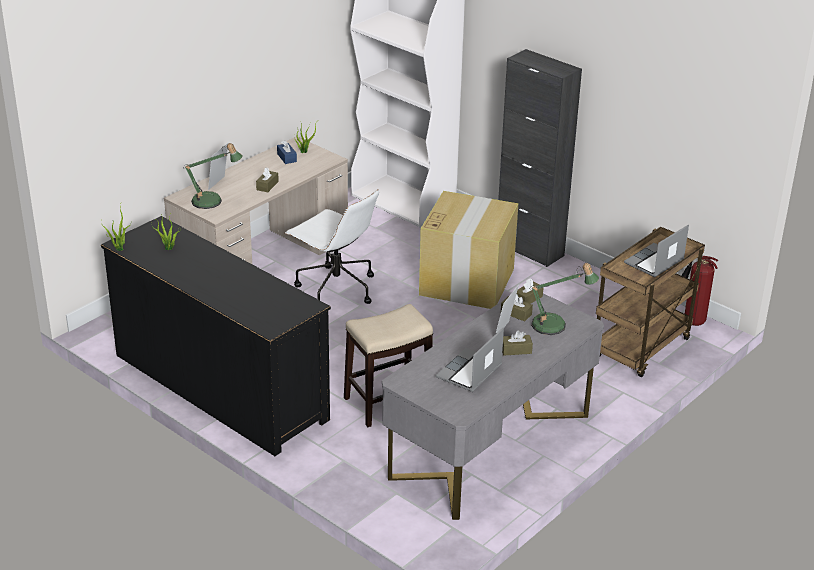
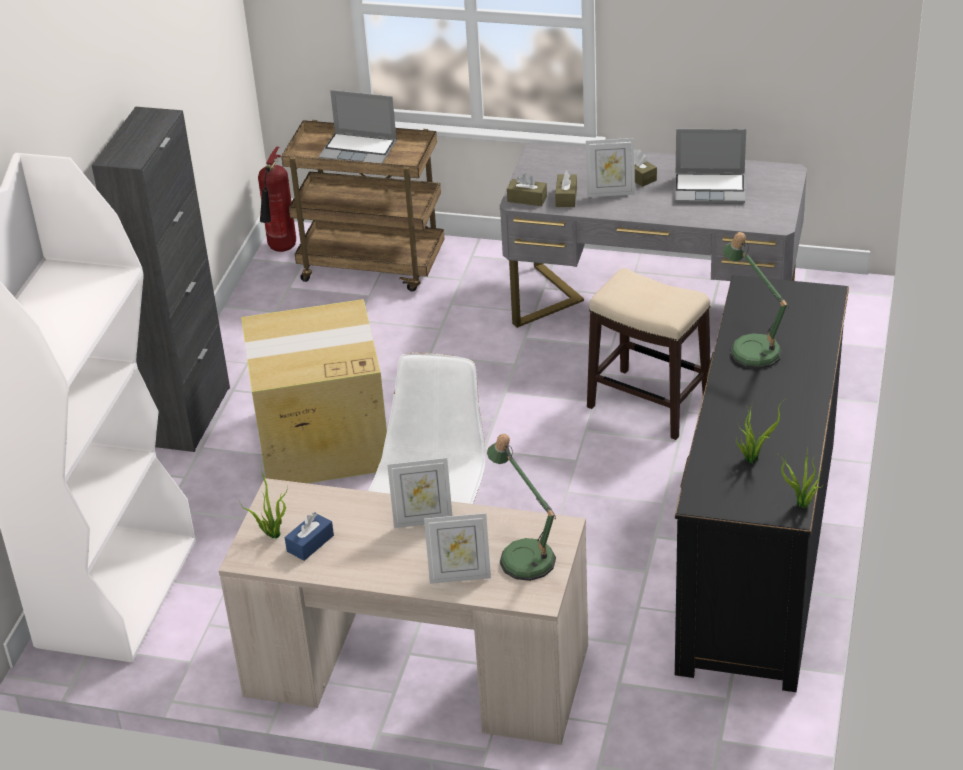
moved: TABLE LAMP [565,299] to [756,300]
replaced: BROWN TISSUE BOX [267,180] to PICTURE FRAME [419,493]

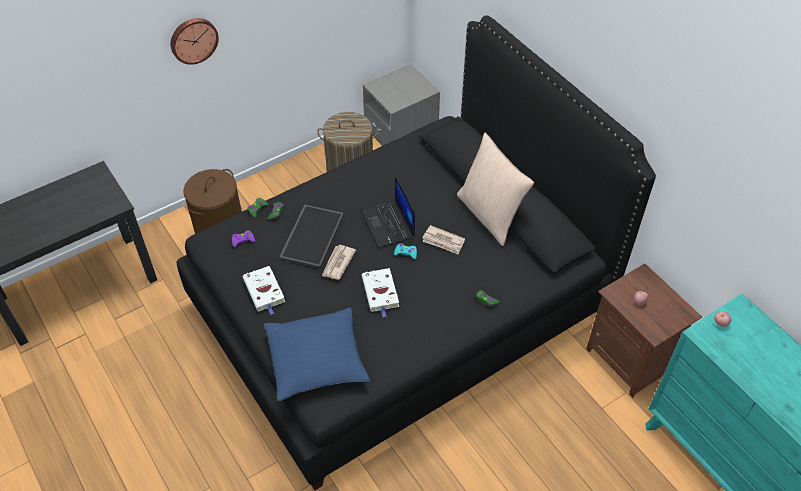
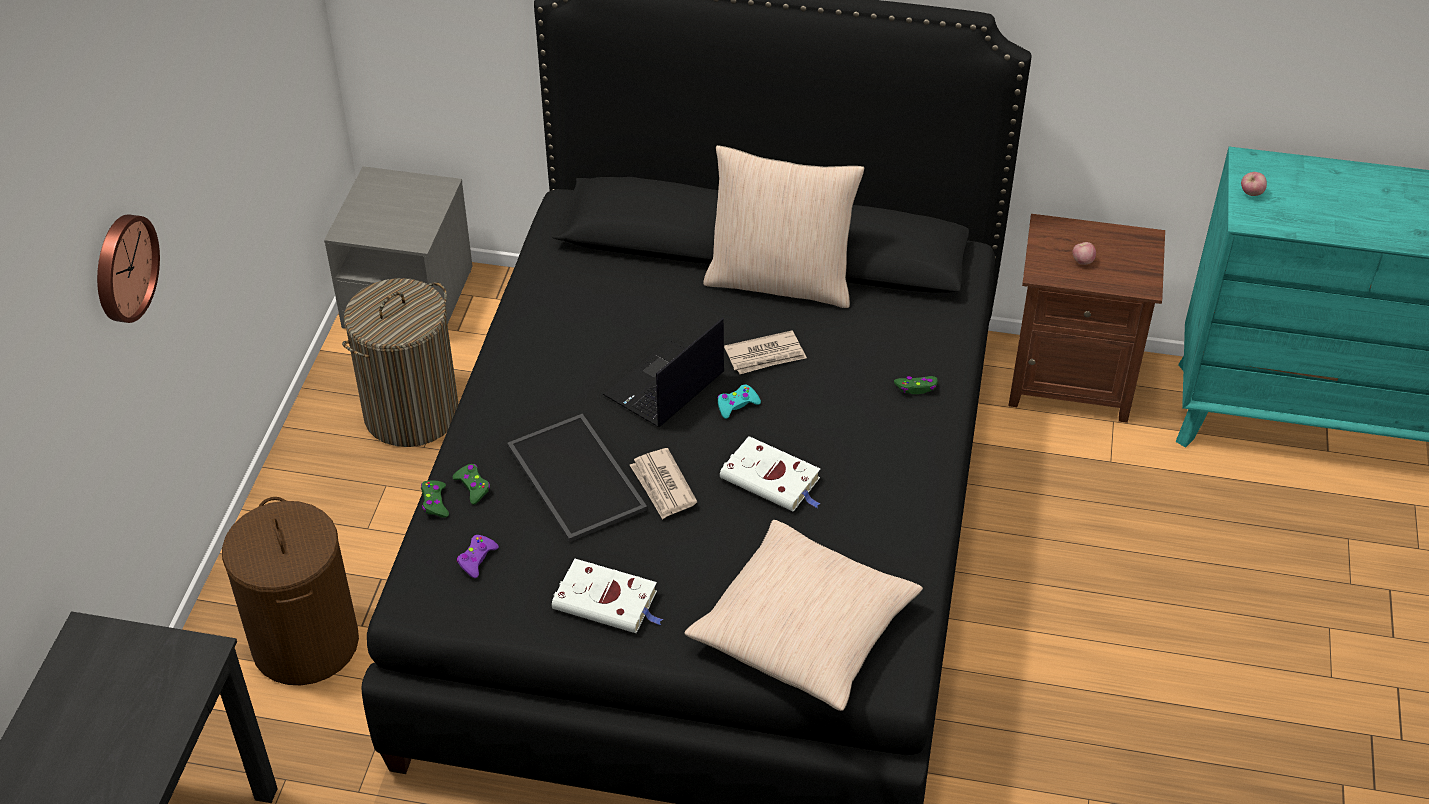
recoloured: BLUE PILLOW [317,354] to BEIGE PILLOW [803,615]
turned: LAPTOP [388,212] = [663,372] 105 degrees clockwise

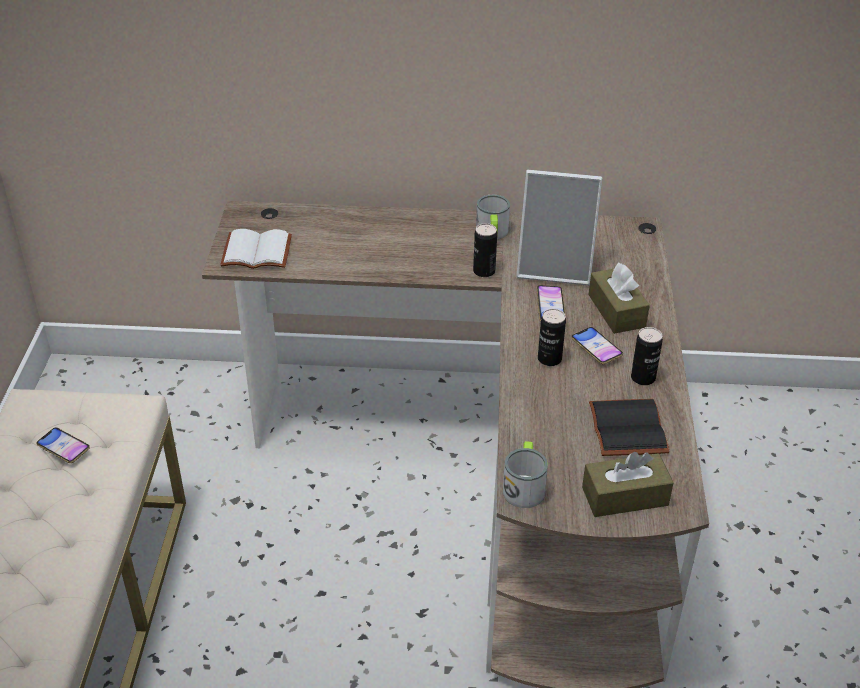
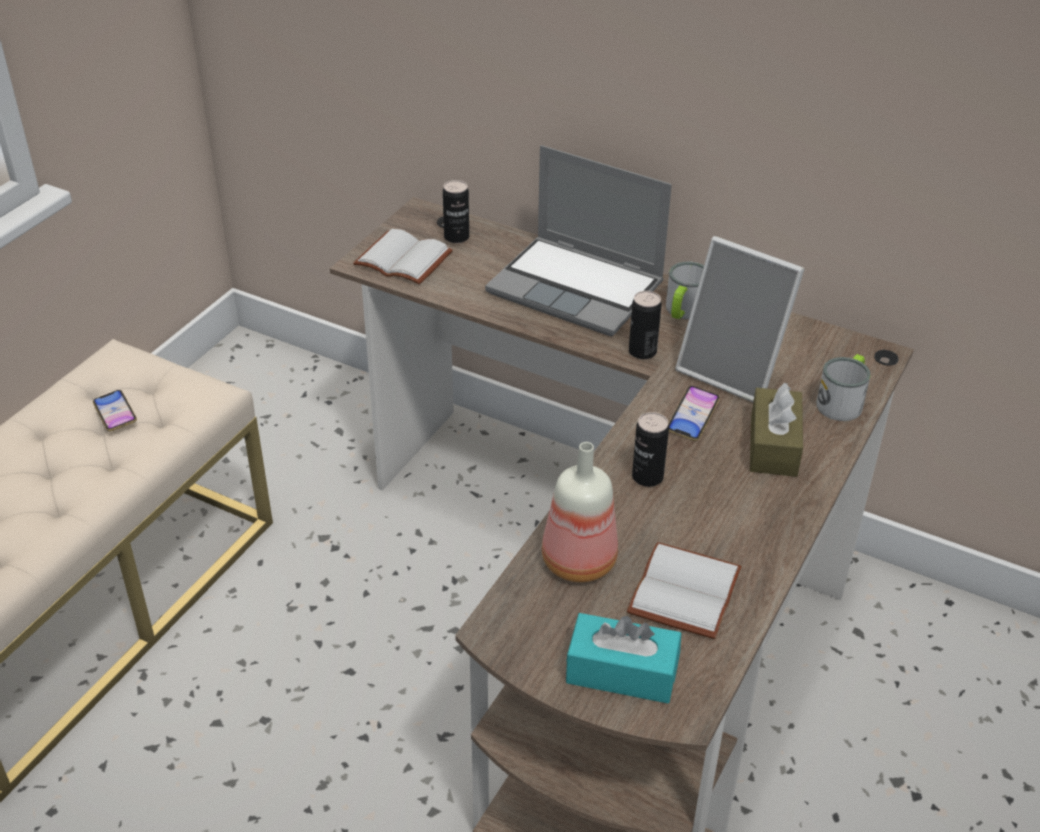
removed: PHONE [597,345]
added: LAPTOP [578,240]; BOTTLE [580,512]
moved: CAN [647,356] to [456,211]; MUG [525,474] to [843,387]
recoloured: BLACK BOOK [629,427] to WHITE BOOK [684,590]; BROWN TISSUE BOX [628,484] to TURQUOISE TISSUE BOX [623,658]

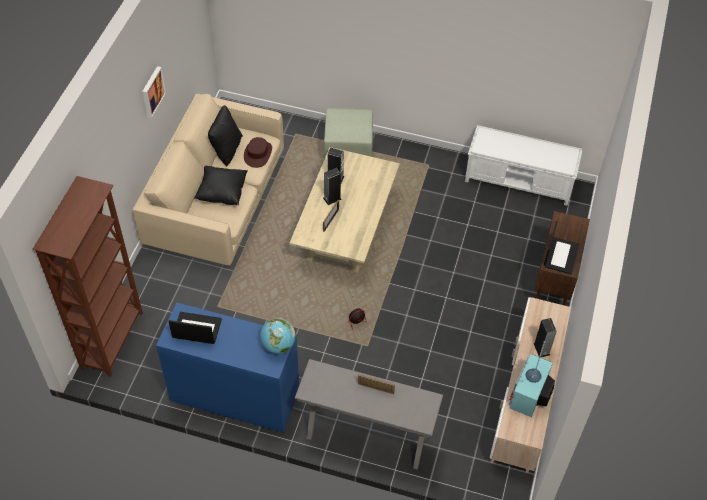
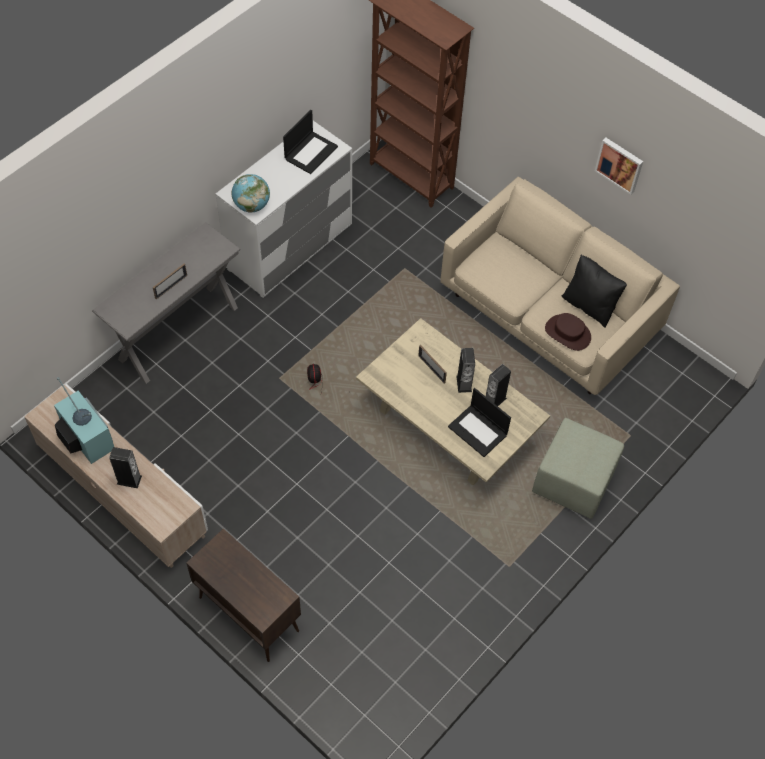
removed: WHITE BENCH [523,165]; BLACK PILLOW [221,185]
moved: LAPTOP [561,247] to [479,422]
recoloured: BLUE DRESSER [227,368] to WHITE DRESSER [284,209]

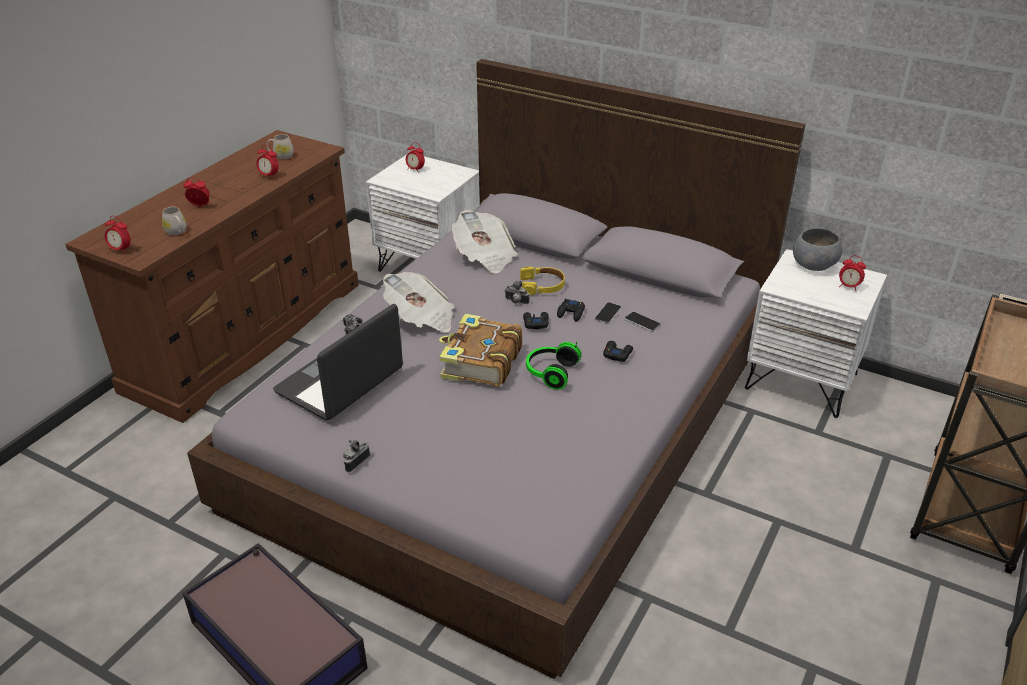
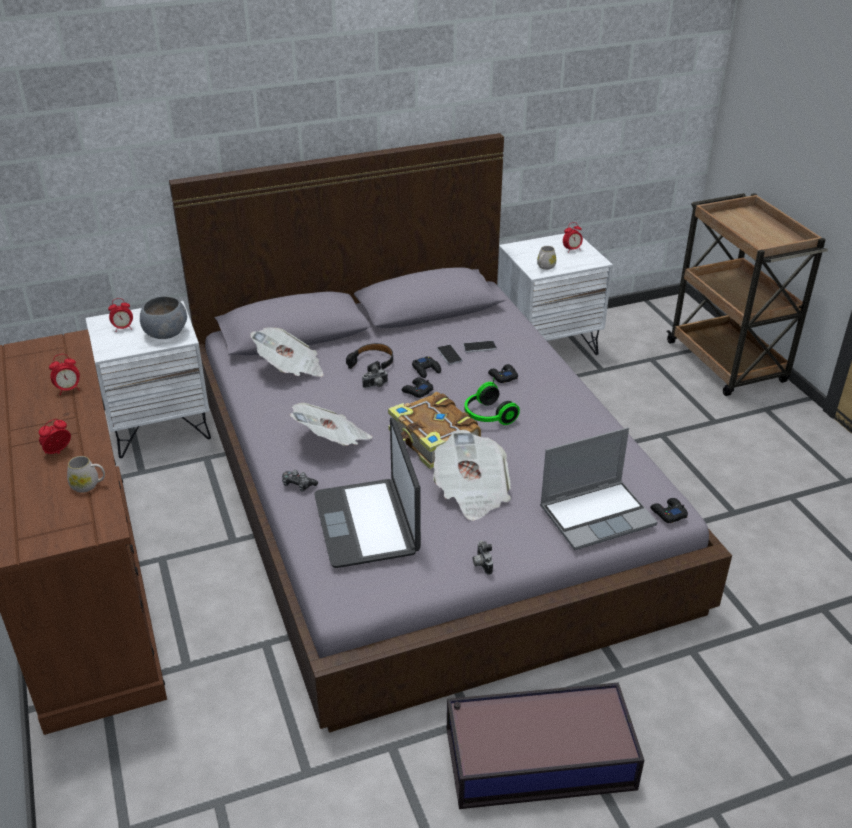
removed: ALARM CLOCK [118,235]
added: LAPTOP [598,488]; NEWSPAPER [472,475]; BLACK GAME CONTROLLER [669,510]
moved: WHITE MUG [280,146] to [546,258]; GREY BOWL [818,249] to [163,317]
recoloured: YELLOW HEADPHONES [542,281] to BLACK HEADPHONES [369,357]

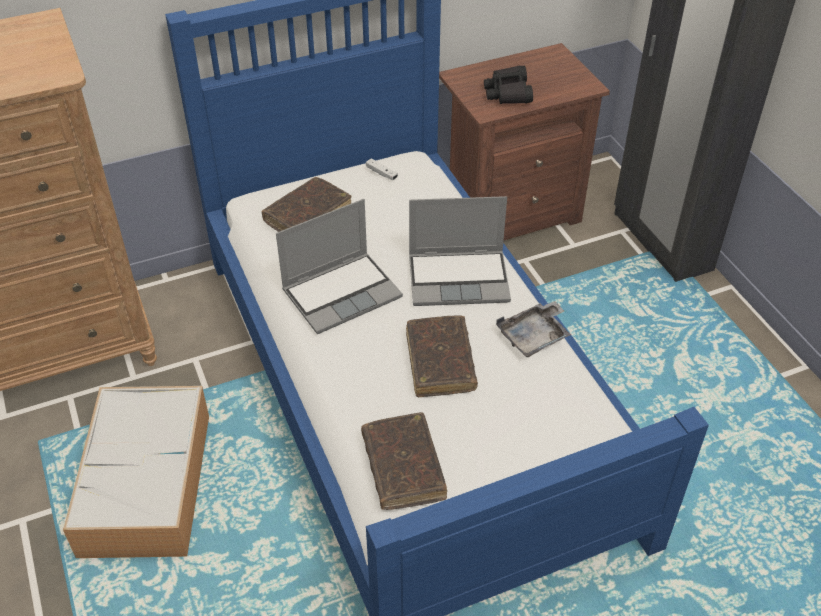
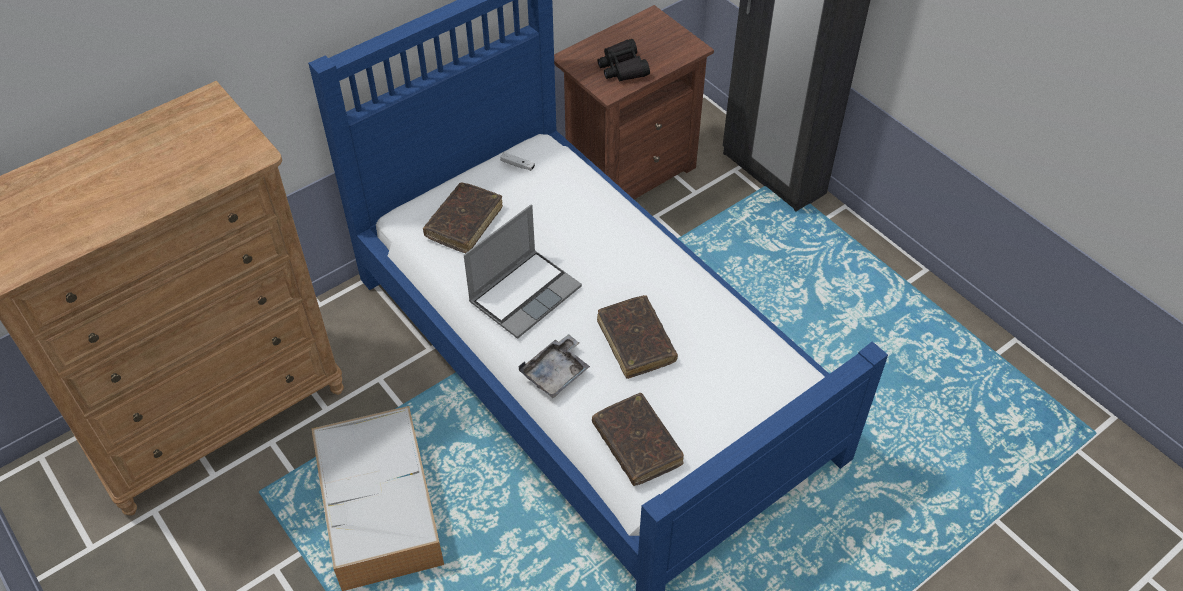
removed: LAPTOP [460,251]
moved: GREY TRAY [533,329] to [554,366]

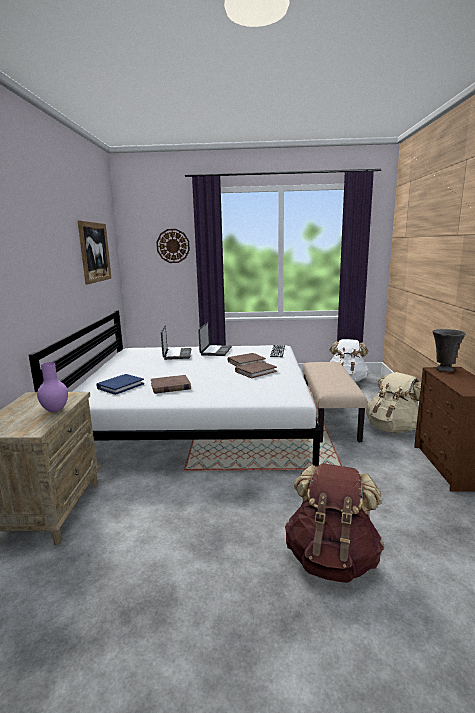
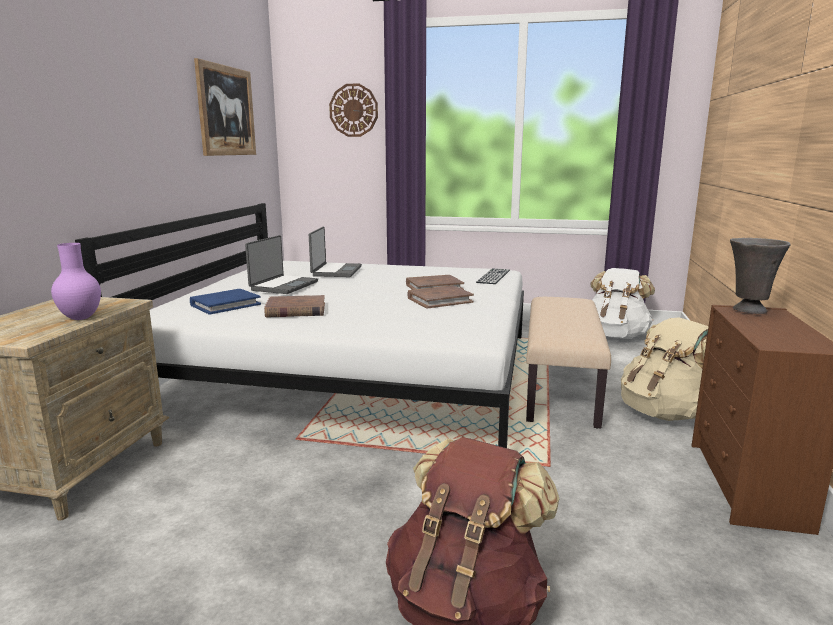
moved: LAPTOP [215,339] to [281,264]

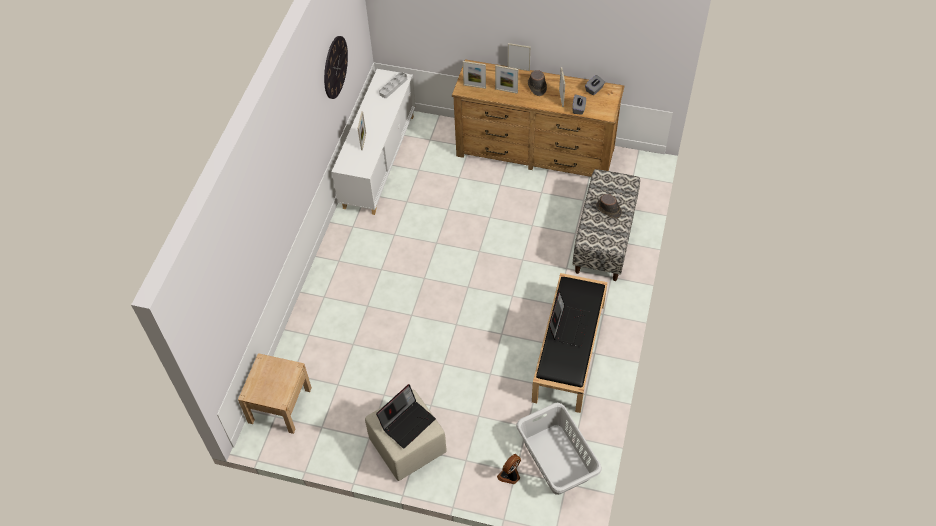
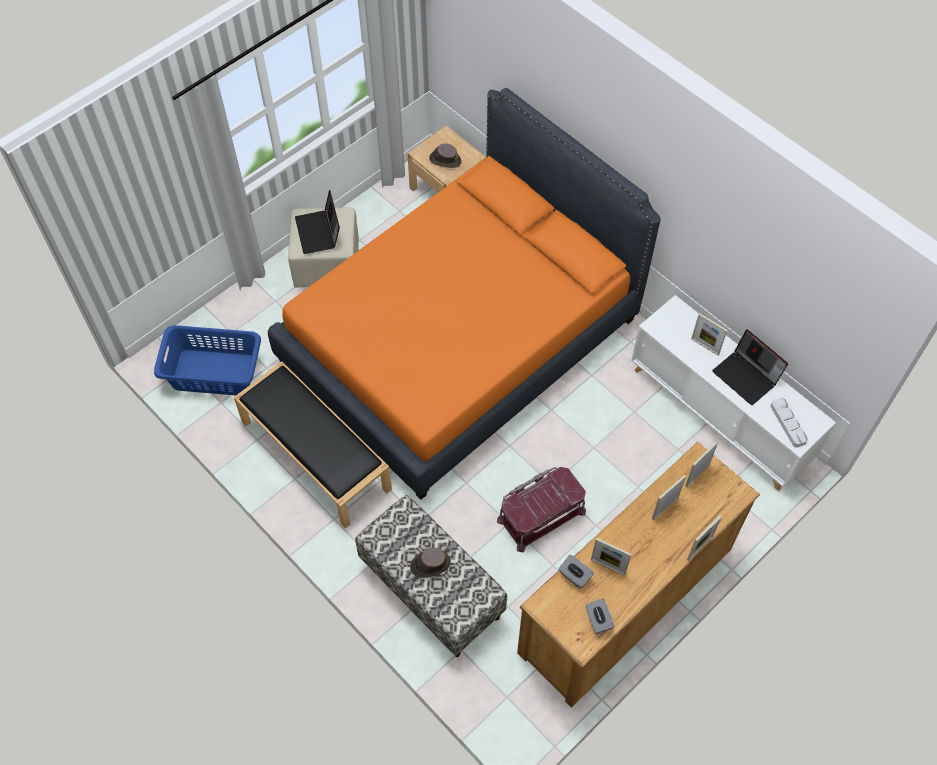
removed: WALL CLOCK [336,67]; FAN [509,469]
added: ORANGE BED [464,294]; RED STORAGE BOX [541,509]
moved: BROWN HAT [537,83] to [445,156]; LAPTOP [570,318] to [750,367]
recoloured: GREY LAUNDRY BASKET [559,449] to BLUE LAUNDRY BASKET [207,360]

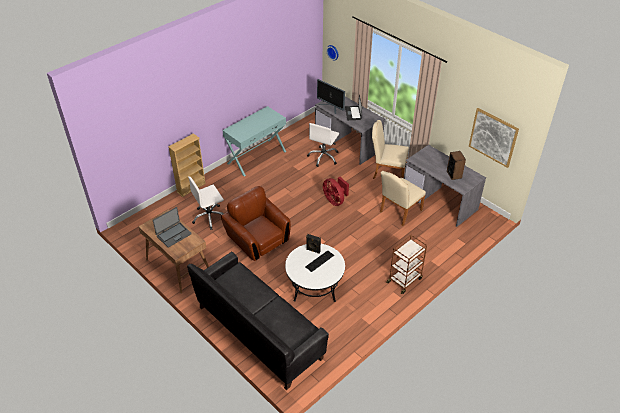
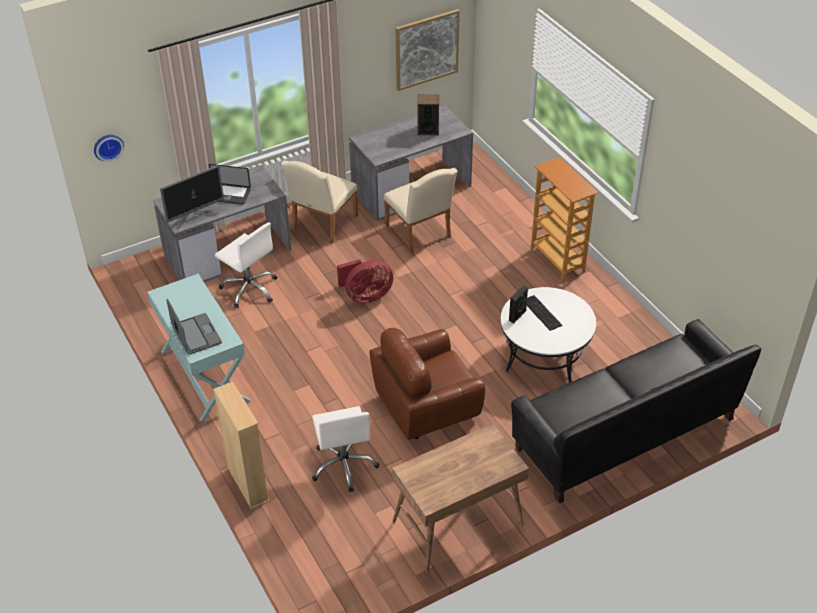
moved: LAPTOP [172,227] to [194,326]
replaced: BROWN CART [406,264] to BOOKCASE [565,219]

